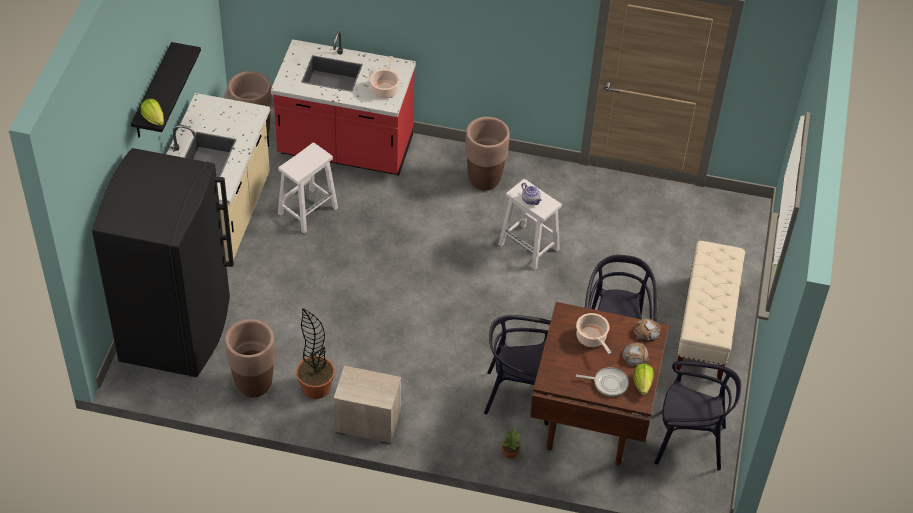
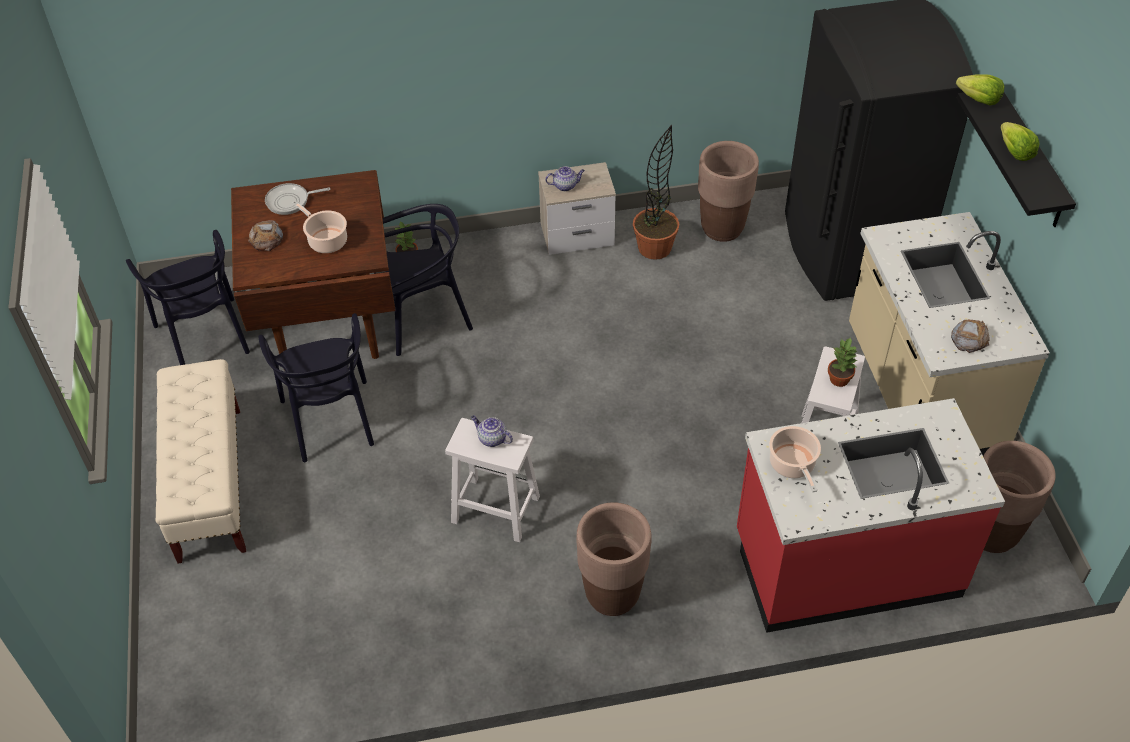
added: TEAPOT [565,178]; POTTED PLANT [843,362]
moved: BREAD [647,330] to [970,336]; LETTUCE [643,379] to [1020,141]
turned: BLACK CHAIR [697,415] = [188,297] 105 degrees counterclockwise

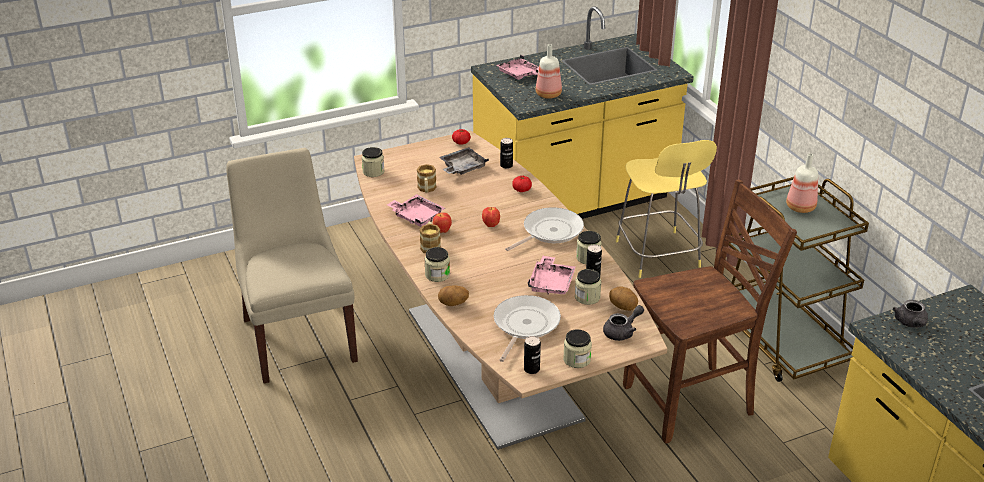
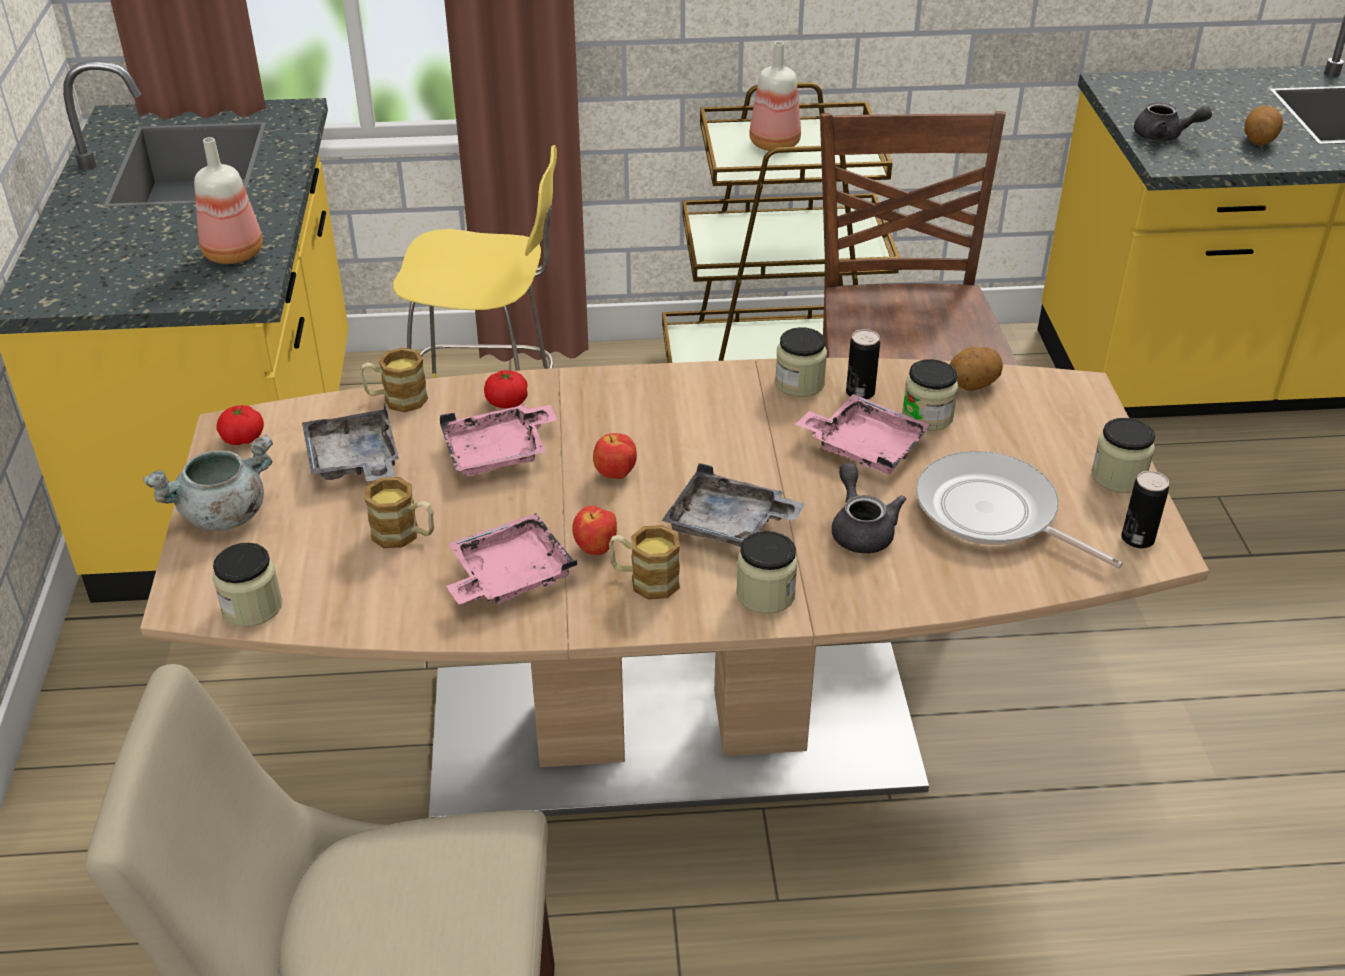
removed: FRYING PAN [544,229]
added: GREY COOKING POT [208,482]; GREY TRAY [733,505]
moved: PINK TRAY [517,67] to [498,440]; POTATO [453,295] to [1263,125]; GREY TEAPOT [623,323] to [869,508]
replaced: CAN [506,153] to MUG [394,379]

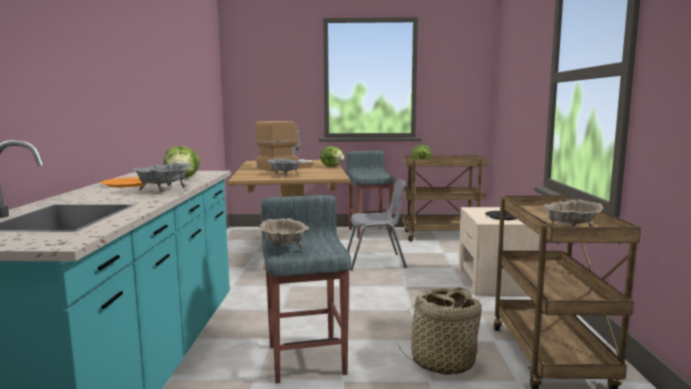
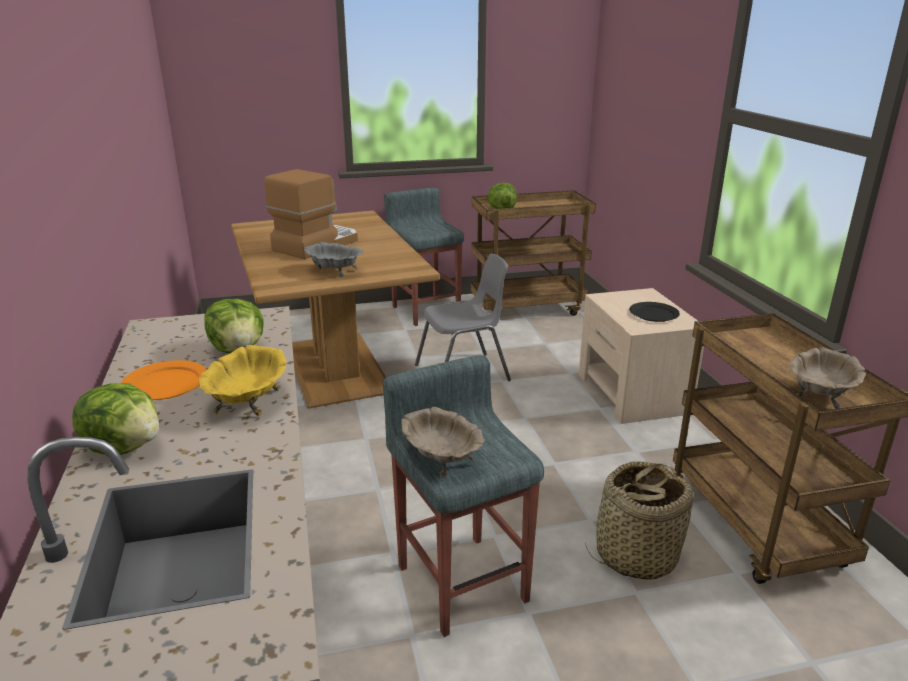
moved: LETTUCE [332,156] to [115,419]
recoloured: GREY BOWL [160,177] to YELLOW BOWL [243,380]

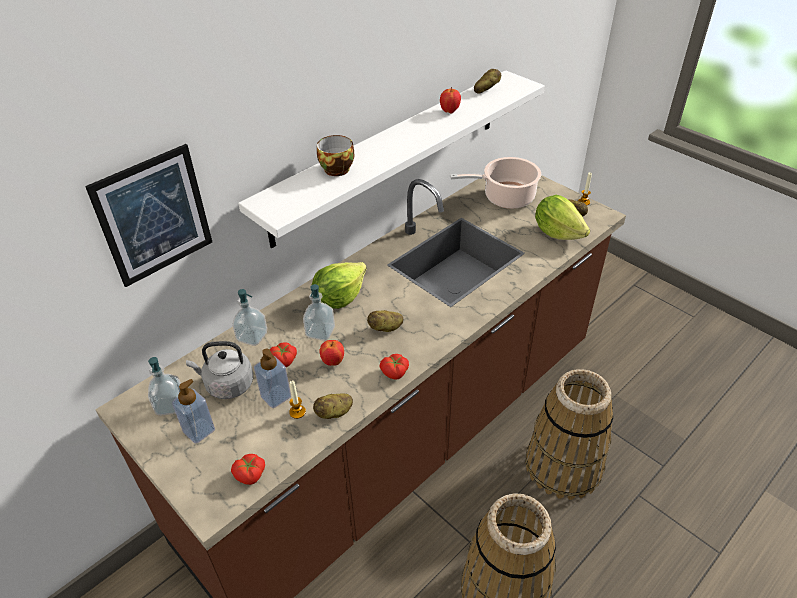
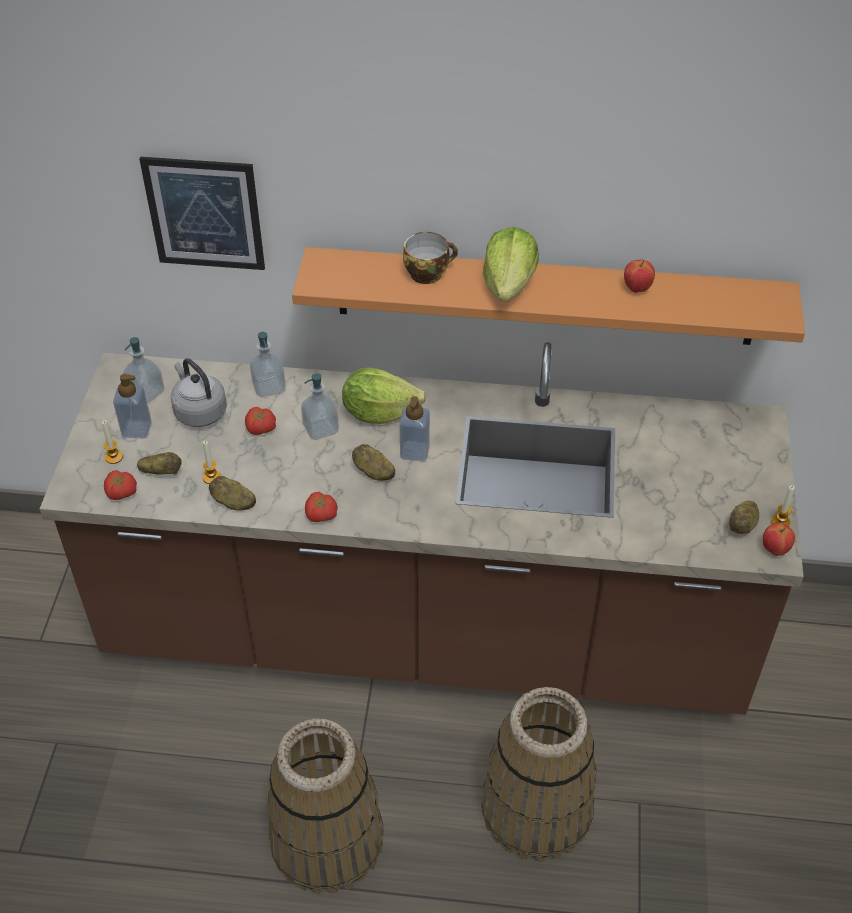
removed: COOKING POT [495,183]
added: CANDLE [112,442]
moved: POTATO [487,81] to [159,463]; LETTUCE [562,217] to [511,264]; APPLE [332,353] to [779,539]; SOAP DISPENSER [272,378] to [414,429]
recoloured: WHITE SHELF [391,159] to ORANGE SHELF [548,296]

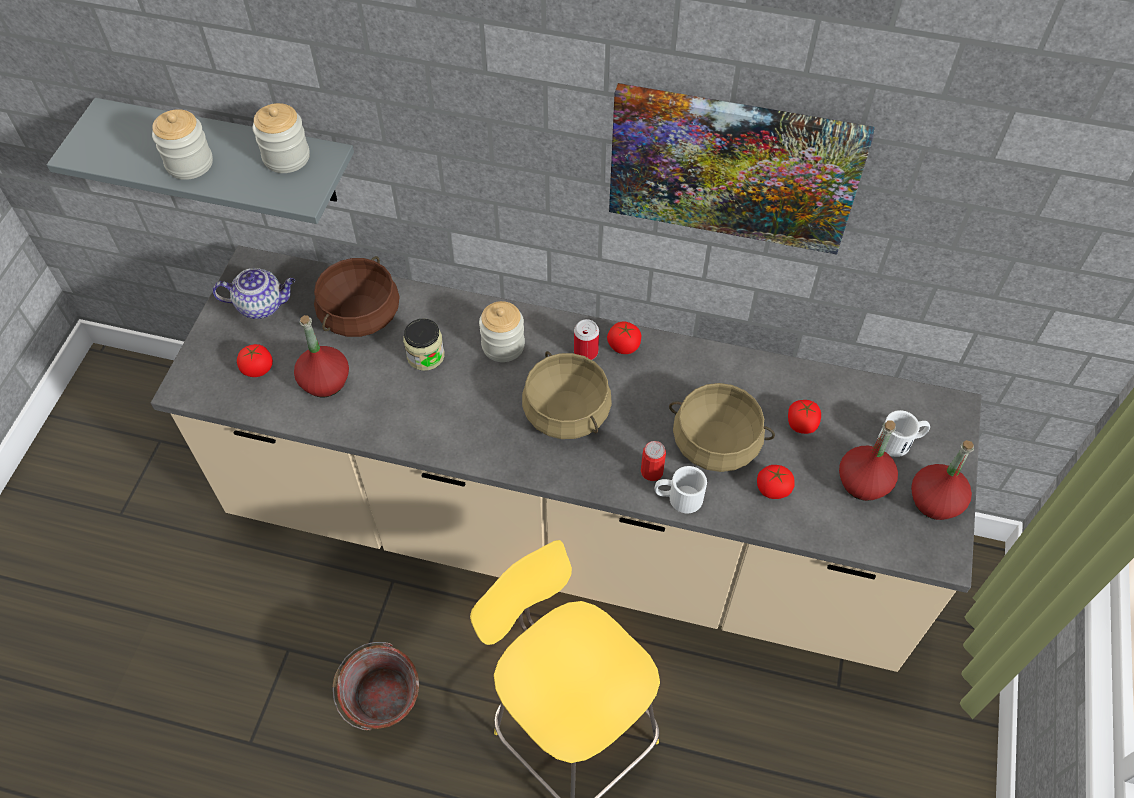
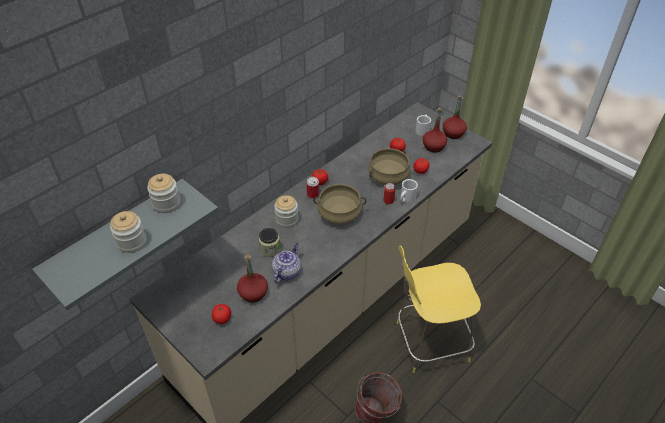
removed: PICTURE [742,169]; BROWN COOKING POT [357,296]
moved: TEAPOT [253,293] to [286,263]

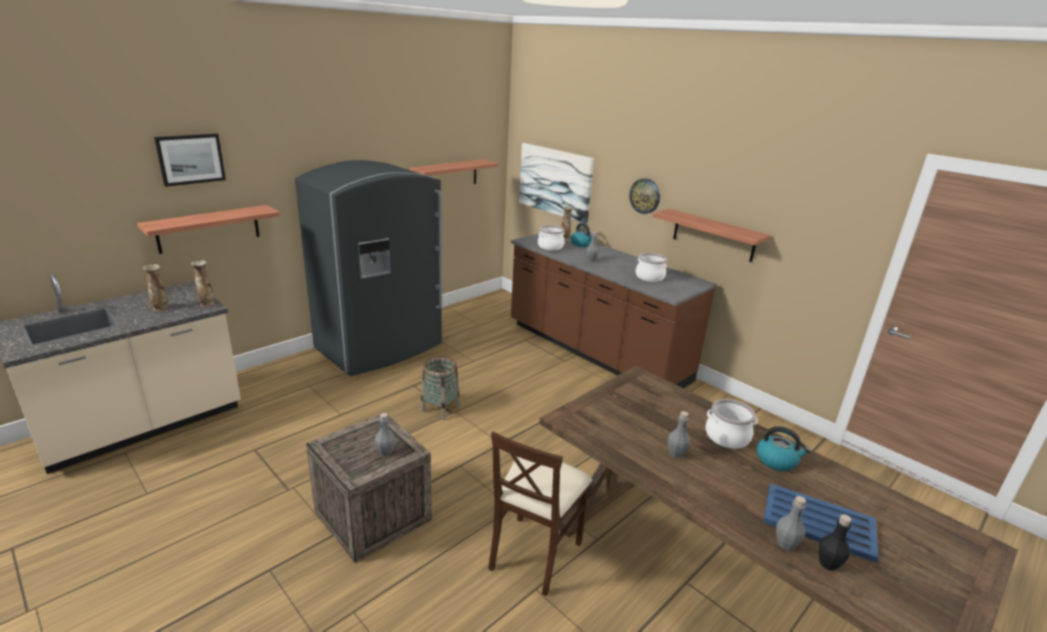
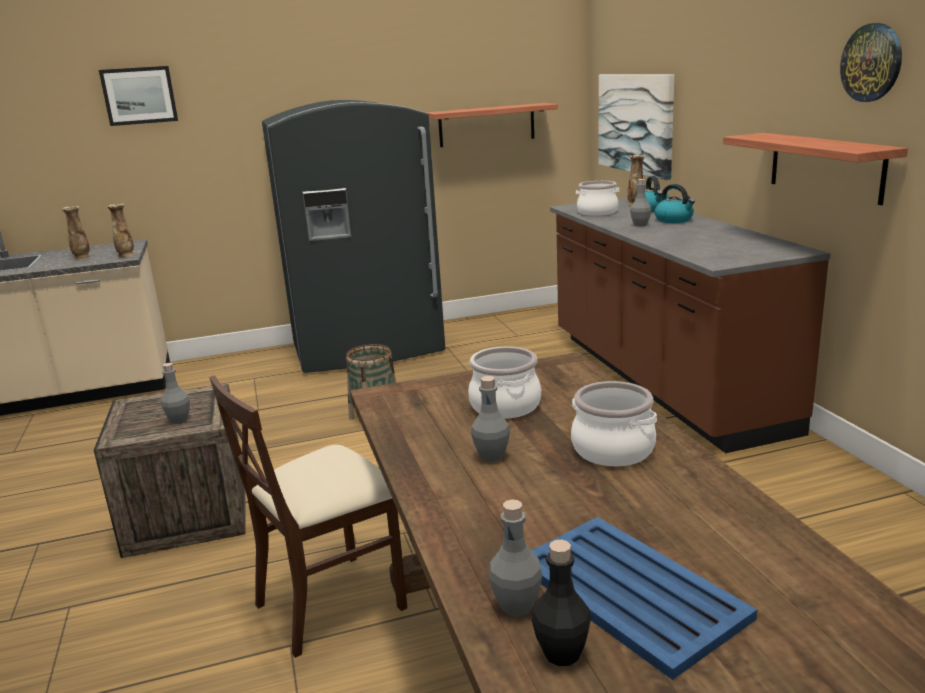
removed: SHELF [208,229]
moved: WALL CLOCK [644,196] to [871,62]; COOKING POT [651,267] to [504,383]; KETTLE [784,448] to [675,203]

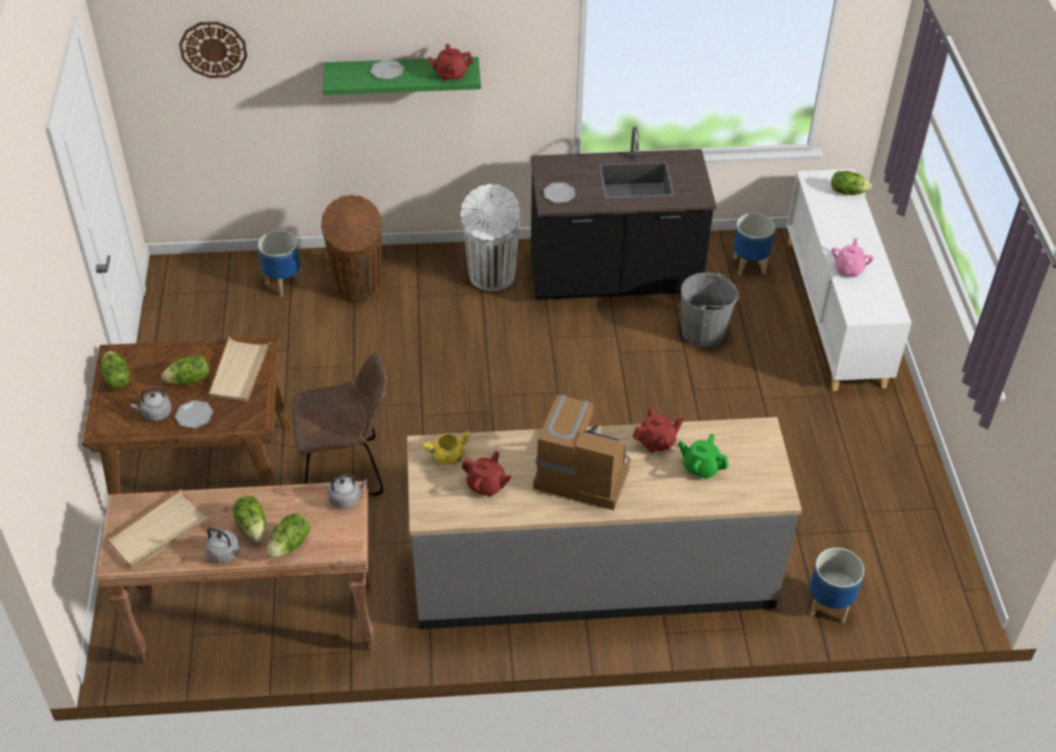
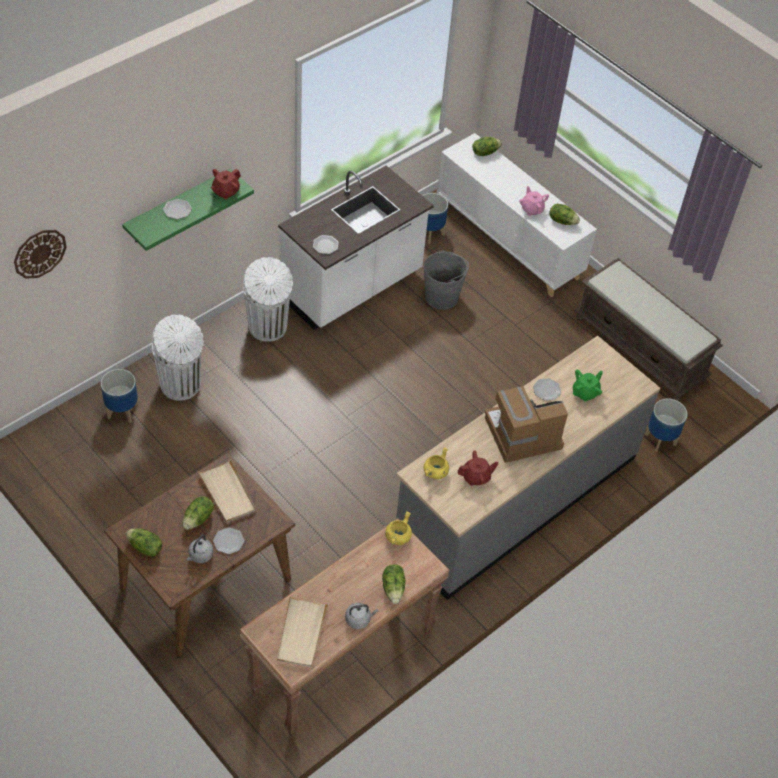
removed: BROWN CHAIR [339,424]
added: BROWN BENCH [648,329]
moved: LETTUCE [249,519] to [565,214]
replaced: RED TEAPOT [658,429] to PLATE [547,389]; GREY KETTLE [348,491] to YELLOW COOKING POT [398,528]
recoloured: BLACK COUNTER [624,213] to WHITE COUNTER [356,248]; BROWN TRASH CAN [351,249] to WHITE TRASH CAN [178,357]
turned: GREEN TEAPOT [703,456] = [587,386] 150 degrees clockwise

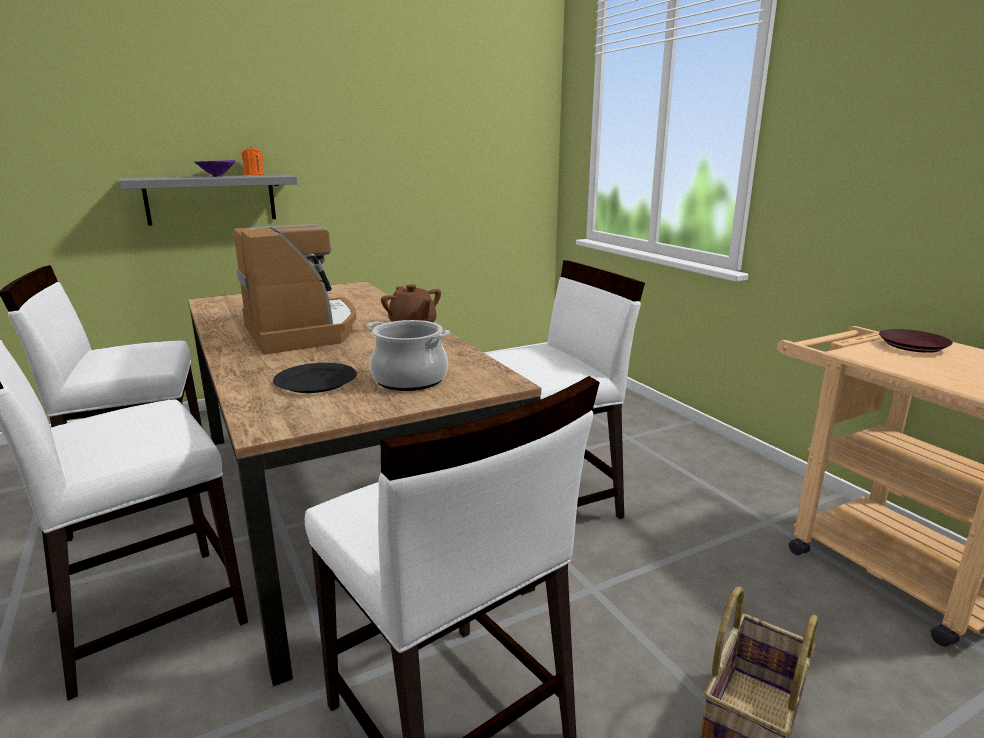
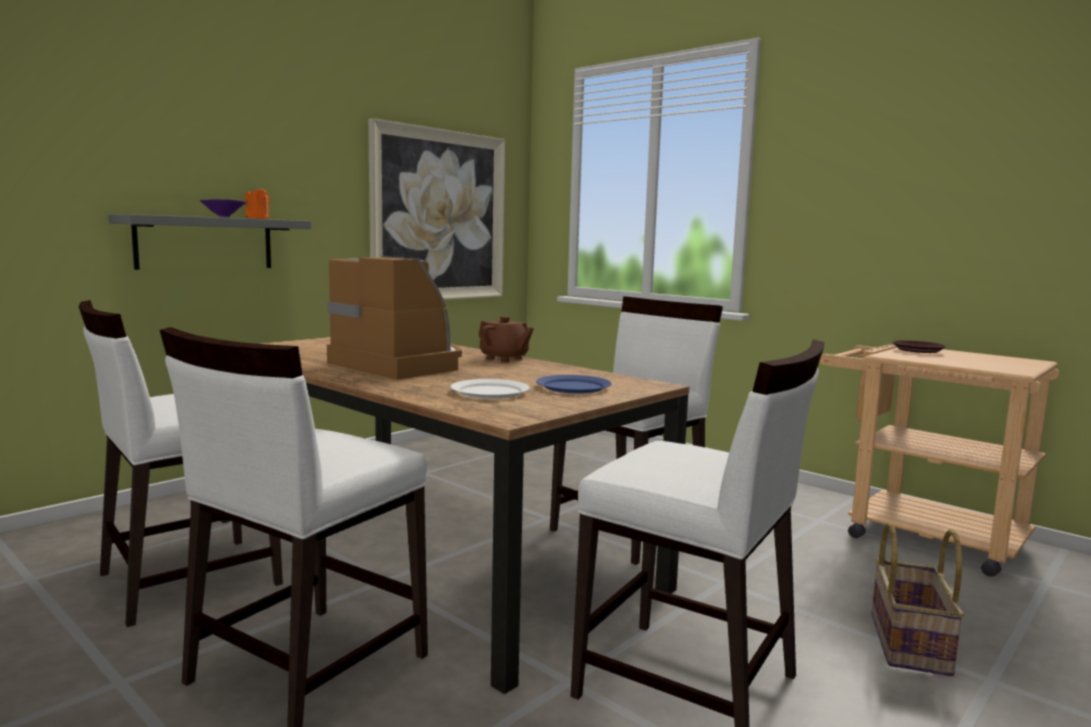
added: PICTURE [436,209]
replaced: COOKING POT [408,355] to BLUE PLATE [573,384]
recoloured: BLACK PLATE [315,378] to WHITE PLATE [490,389]

